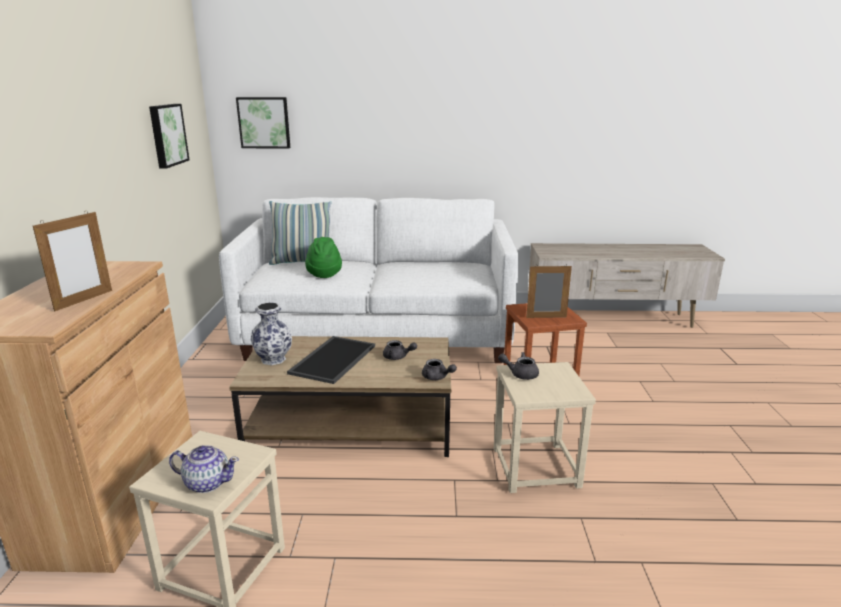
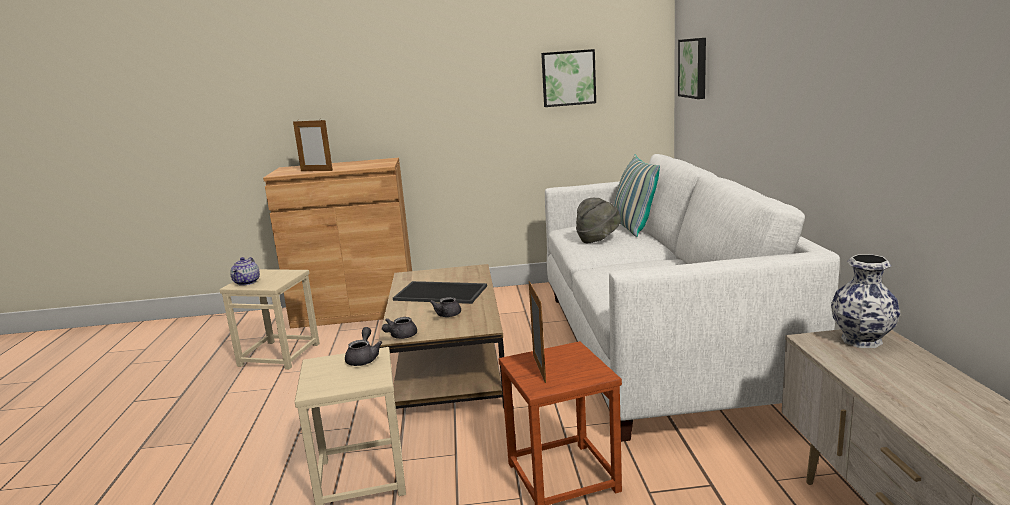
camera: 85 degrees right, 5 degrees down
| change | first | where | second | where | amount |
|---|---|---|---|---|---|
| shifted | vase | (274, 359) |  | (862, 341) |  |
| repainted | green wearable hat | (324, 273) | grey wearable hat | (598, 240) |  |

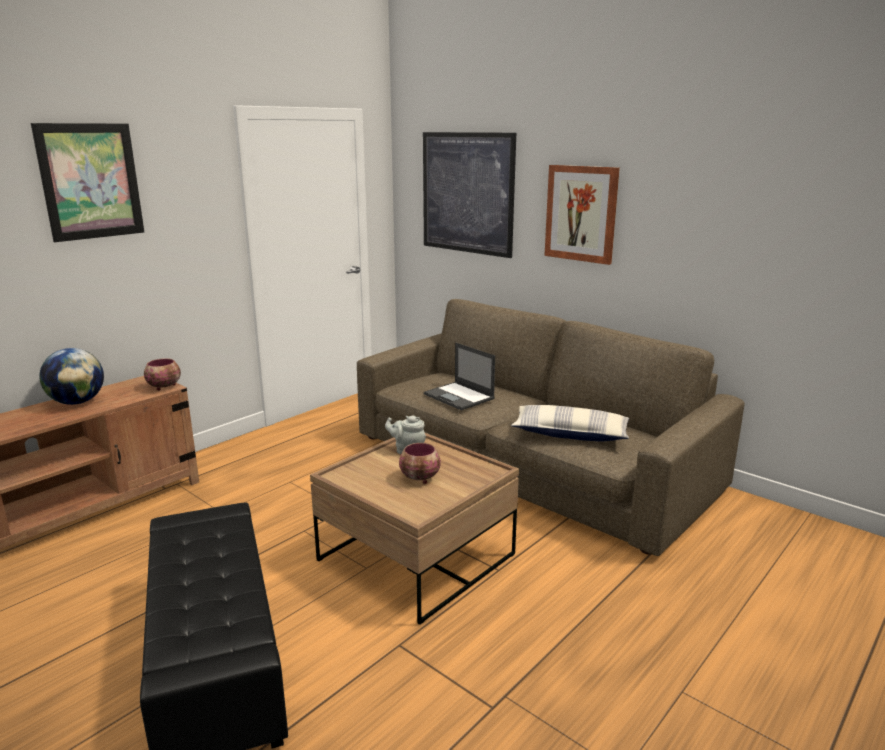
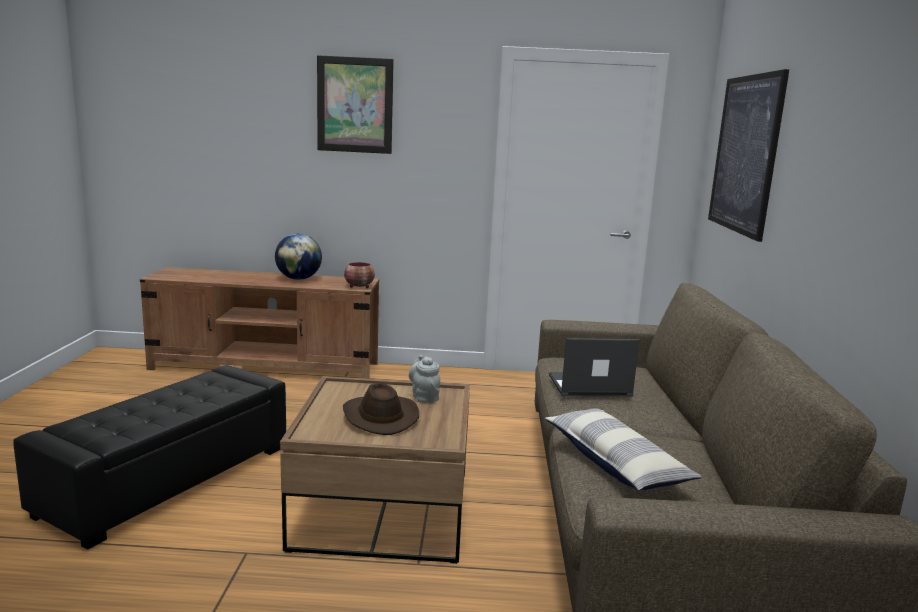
camera: 50 degrees right, 5 degrees down
| change | first | where | second | where | amount |
|---|---|---|---|---|---|
| gone | wall art | (581, 213) |  |  |  |
| swapped | bowl | (420, 478) | brownish wearable hat | (379, 417) |  |
| rotated | portable computer | (459, 396) |  | (588, 385) | 75 degrees clockwise |

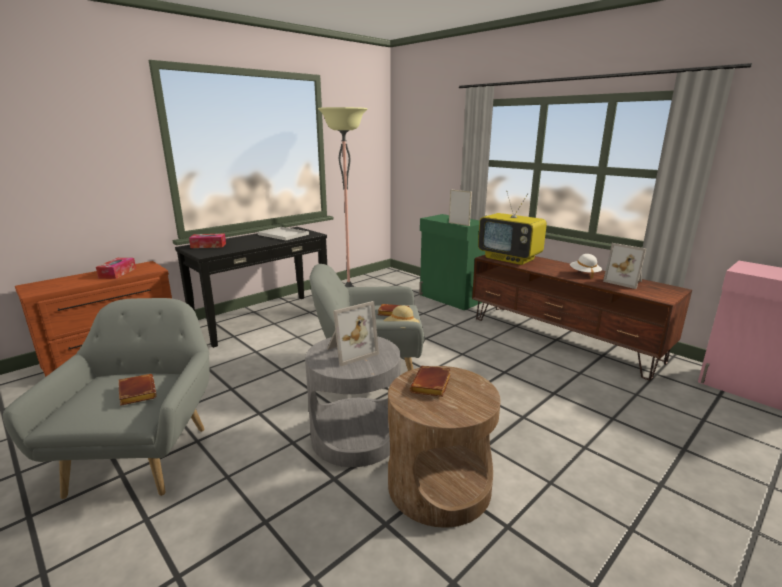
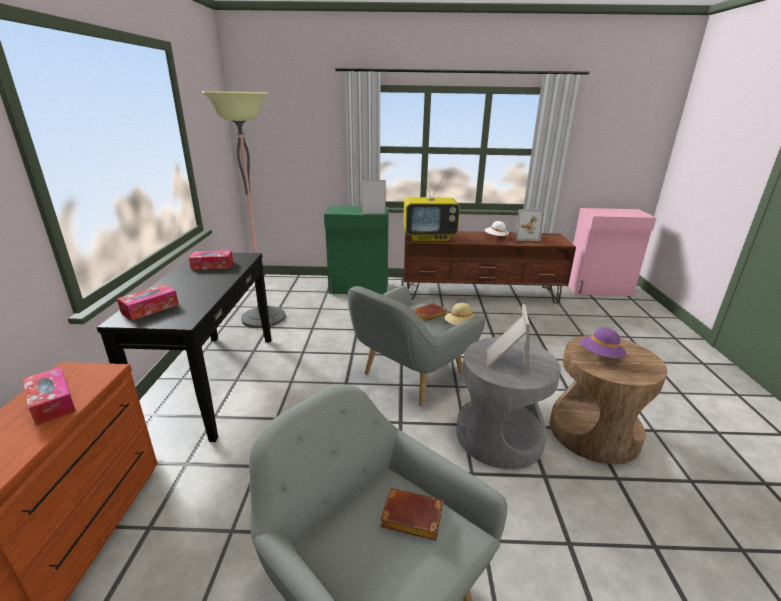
camera: 45 degrees left, 5 degrees up
| change | first | where | second | where | amount |
|---|---|---|---|---|---|
| swapped | white-coloured tray | (284, 234) | tissue box | (212, 265) |  |
| swapped | brownish volume | (432, 385) | purple-coloured wearable hat | (600, 356) |  |

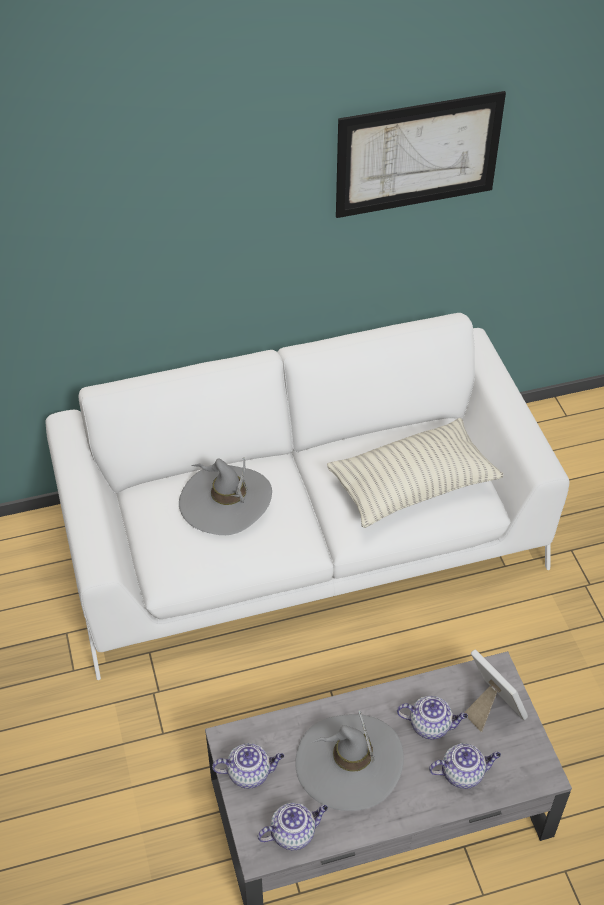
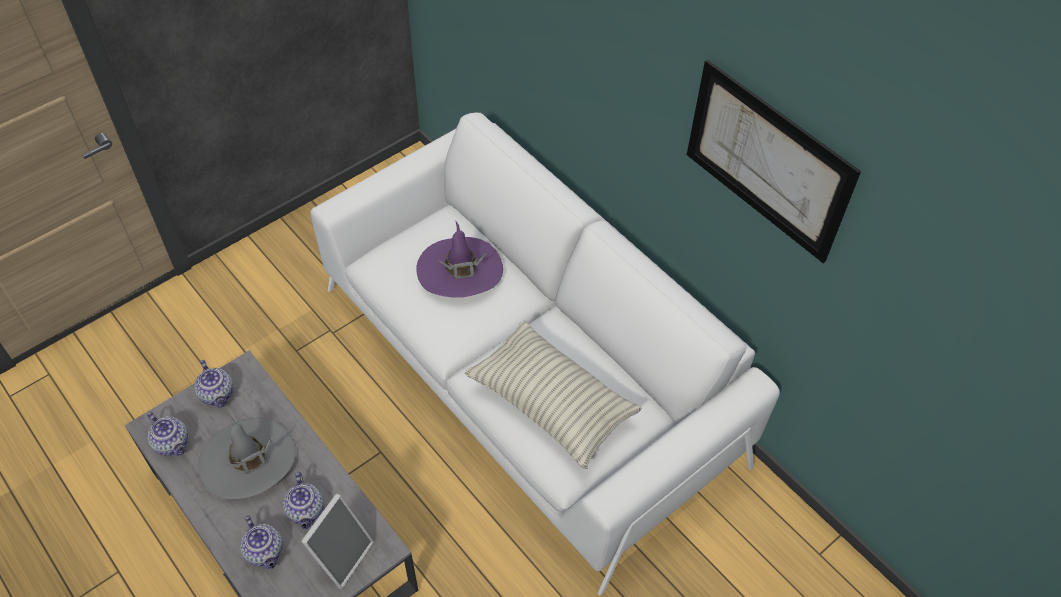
camera: 65 degrees right, 5 degrees up
| change | first | where | second | where | amount |
|---|---|---|---|---|---|
| repainted | grey wearable hat | (225, 501) | purple-coloured wearable hat | (460, 271) |  |

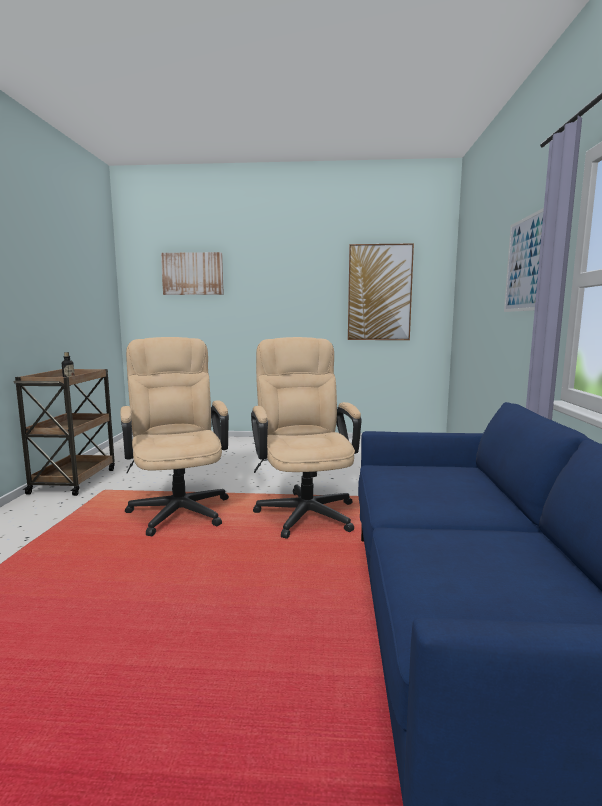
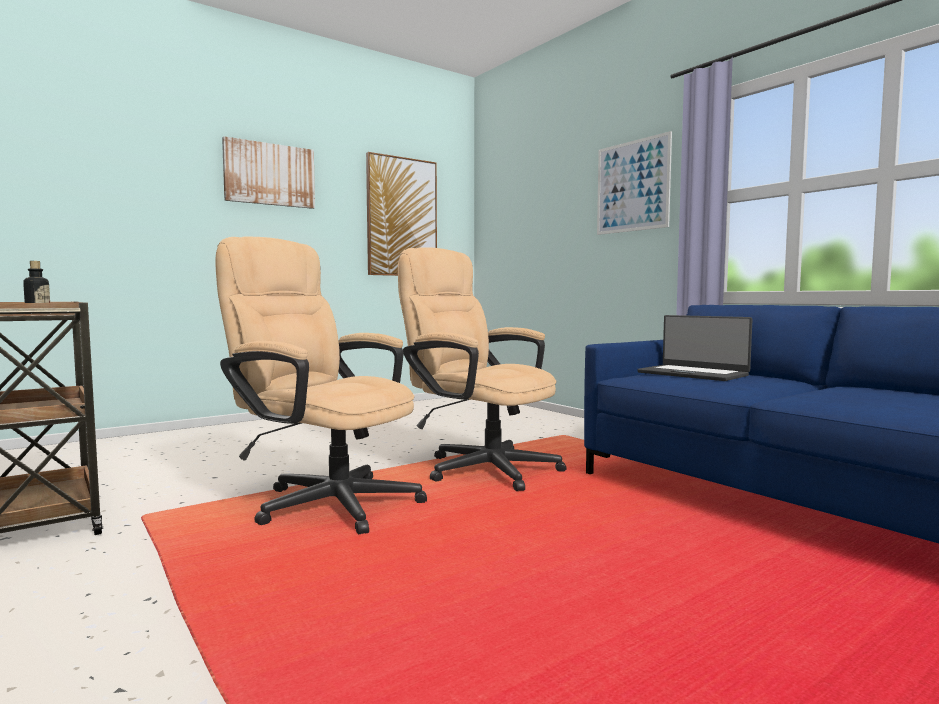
camera: 40 degrees left, 5 degrees down
| change | first | where | second | where | amount |
|---|---|---|---|---|---|
| new |  |  | portable computer | (693, 374) |  |
| shifted | wall art | (192, 274) |  | (269, 174) |  |

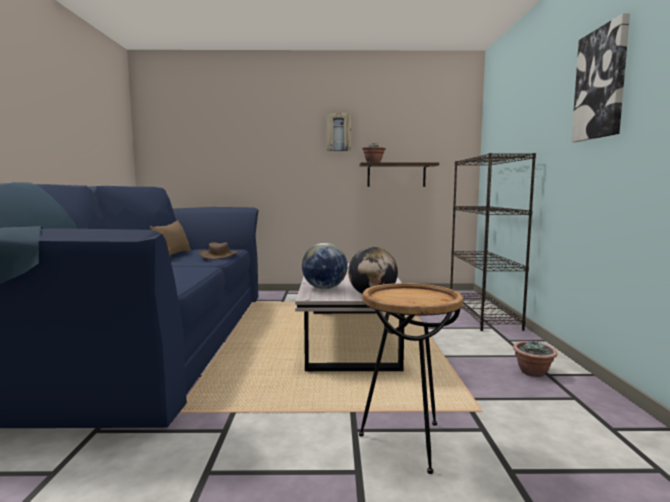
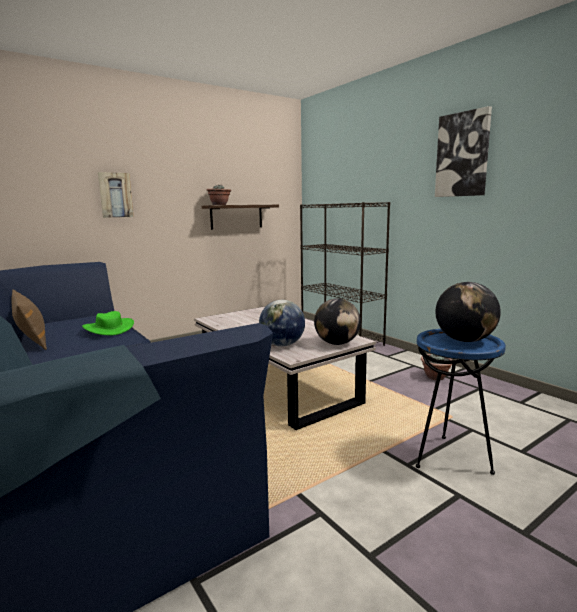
camera: 35 degrees left, 5 degrees up
| change | first | where | second | where | amount |
|---|---|---|---|---|---|
| new |  |  | desk globe | (464, 340) |  |
| shifted | wall art | (338, 132) |  | (115, 195) |  |
| repainted | brownish wearable hat | (219, 256) | green wearable hat | (109, 328) |  |
| repainted | brownish accent table | (408, 442) | blue accent table | (450, 458) |  |

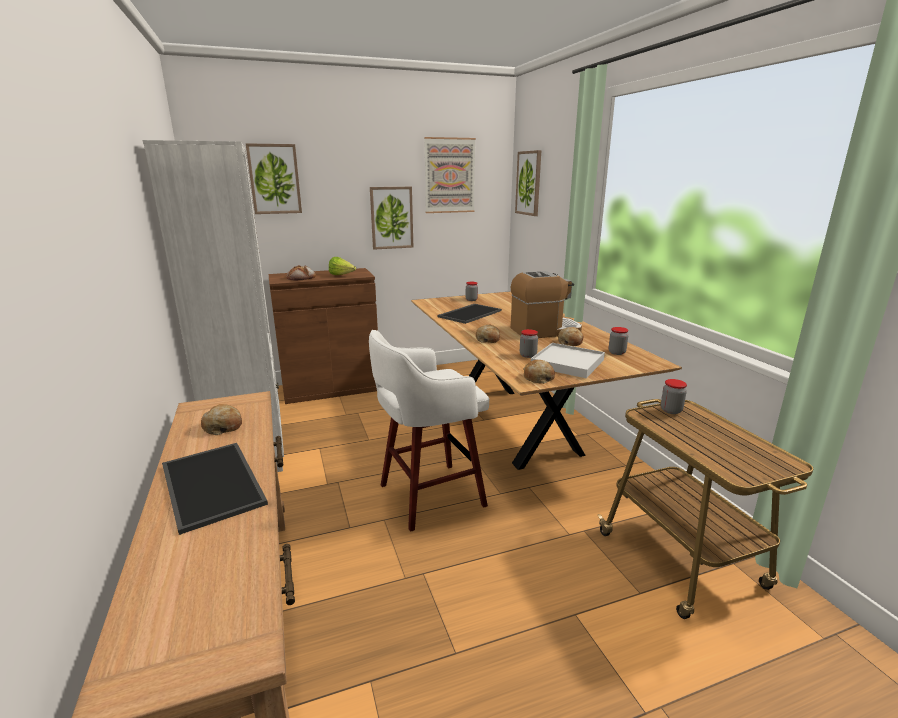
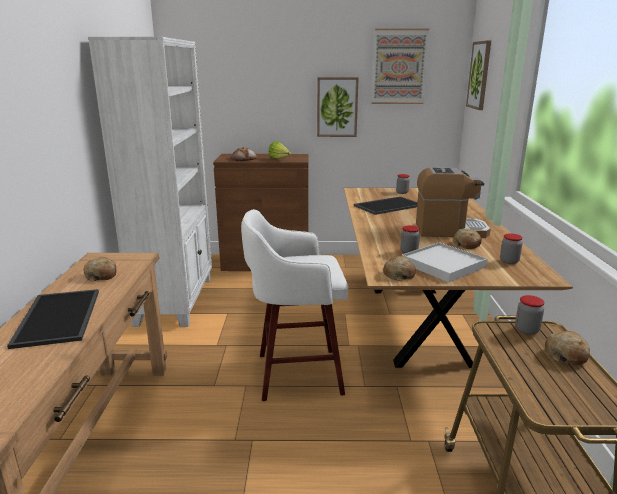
camera: 20 degrees right, 0 degrees up
| change | first | where | second | where | amount |
|---|---|---|---|---|---|
| gone | wall art | (274, 179) |  |  |  |
| shifted | baked bread | (488, 339) |  | (566, 354) |  |

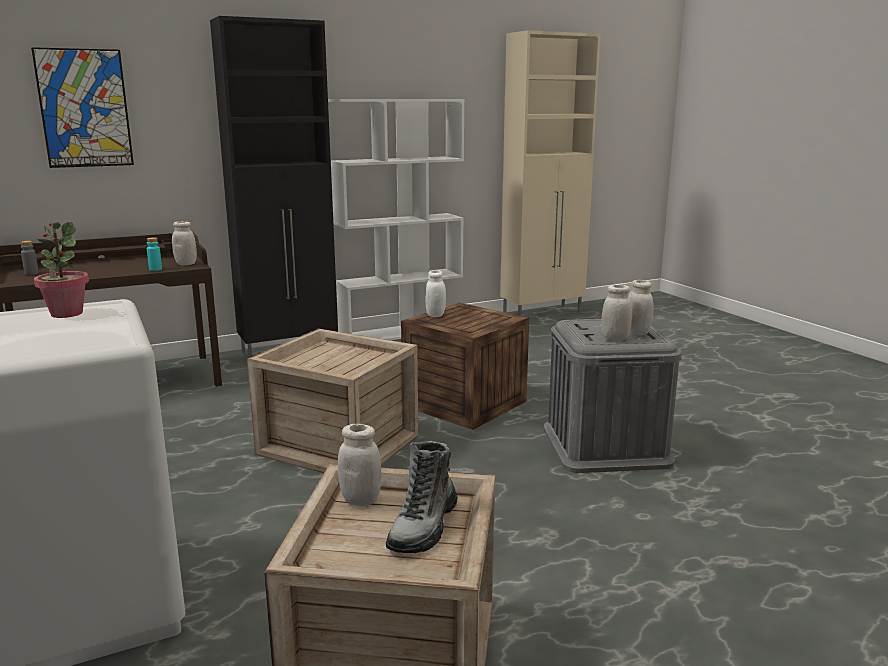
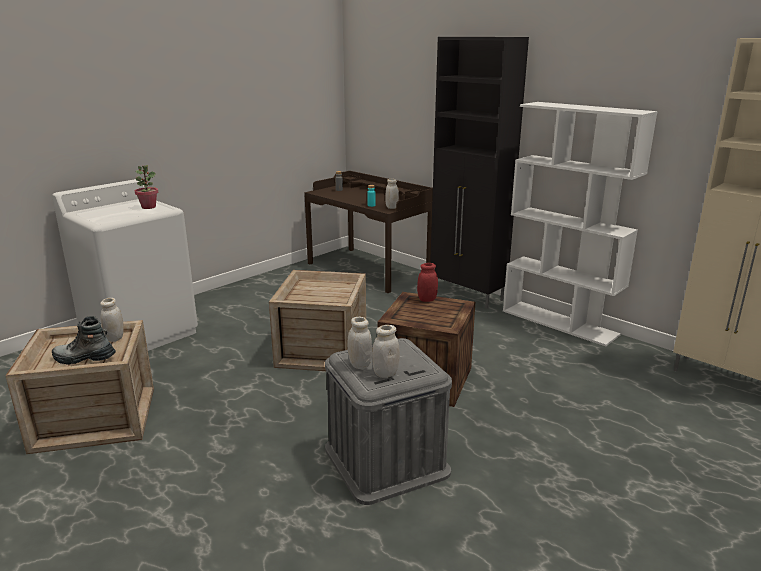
camera: 70 degrees right, 5 degrees up
| change | first | where | second | where | amount |
|---|---|---|---|---|---|
| gone | wall art | (84, 108) |  |  |  |
| repainted | white-coloured storage jar | (435, 315) | red-coloured storage jar | (427, 299) |  |

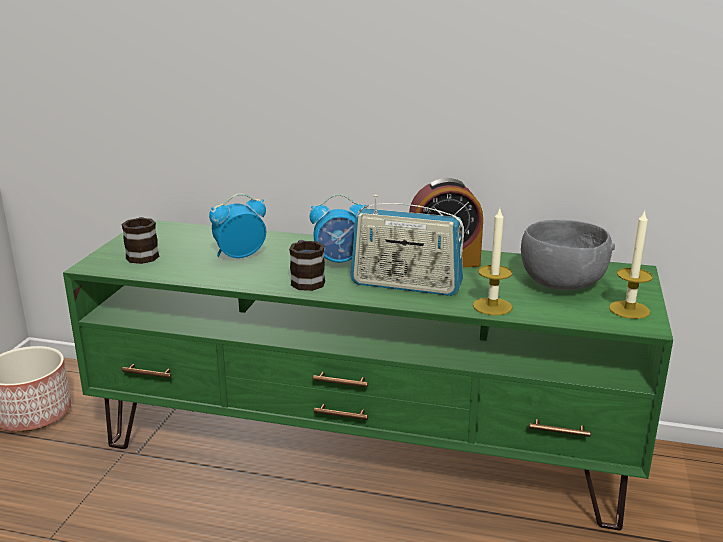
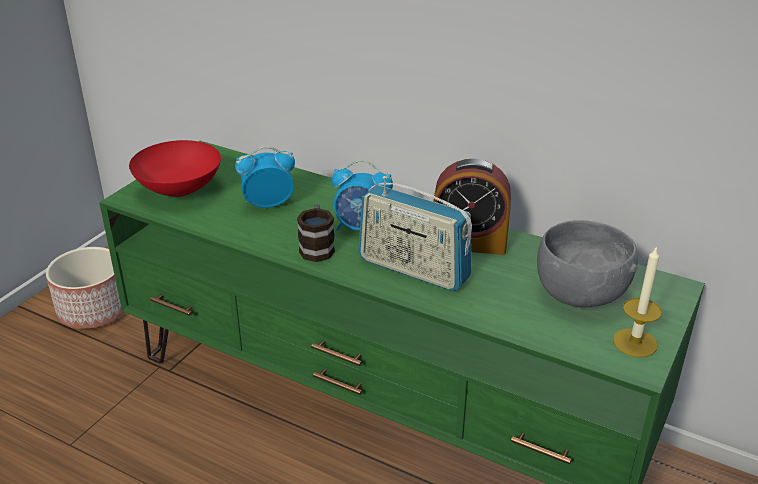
camera: 15 degrees right, 10 degrees up
| change | first | where | second | where | amount |
|---|---|---|---|---|---|
| gone | wax light | (492, 306) |  |  |  |
| swapped | coffee mug | (143, 254) | red-coloured bowl | (179, 189) |  |

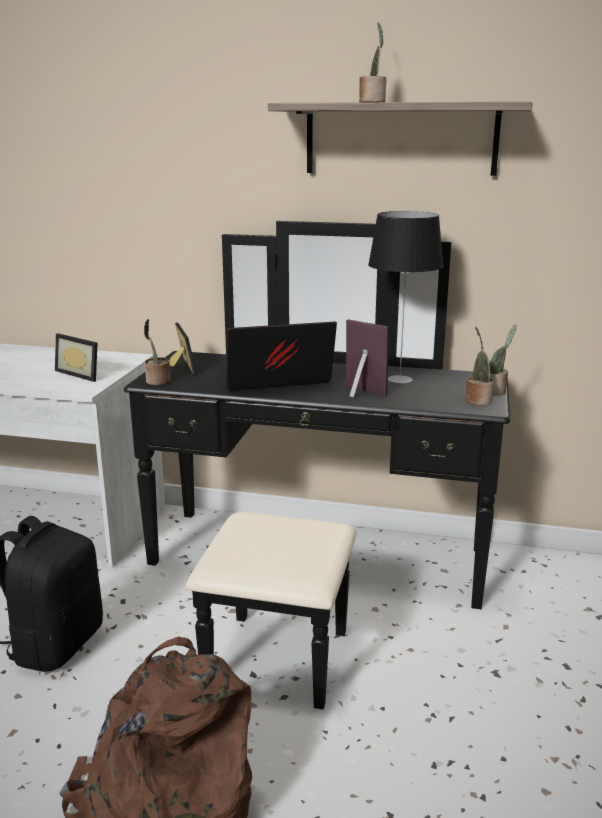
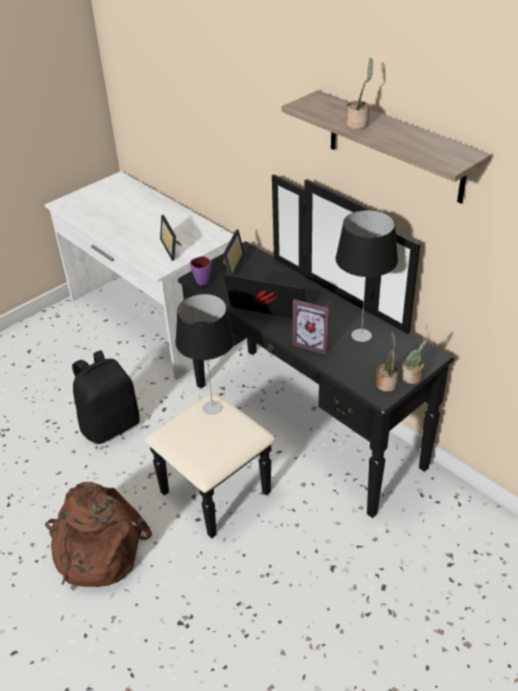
camera: 35 degrees right, 20 degrees up
| change | first | where | second | where | amount |
|---|---|---|---|---|---|
| new |  |  | tabletop lamp | (211, 407) |  |
| swapped | potted plant | (157, 382) | purple-coloured coffee mug | (200, 280) |  |
| rotated | standing frame | (359, 394) |  | (313, 343) | 135 degrees clockwise |

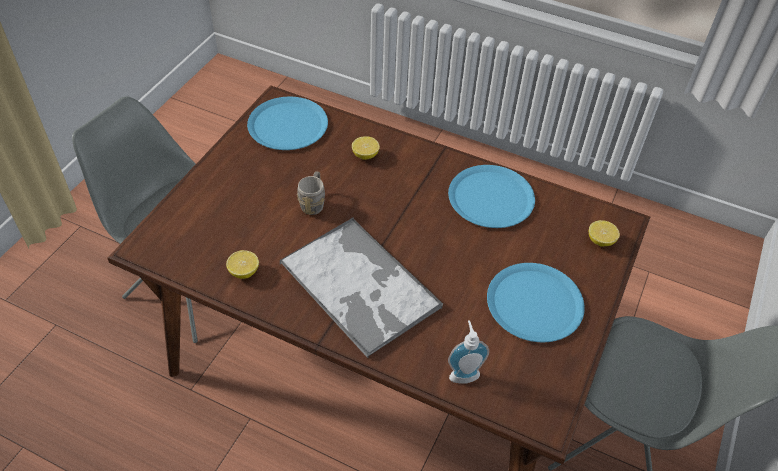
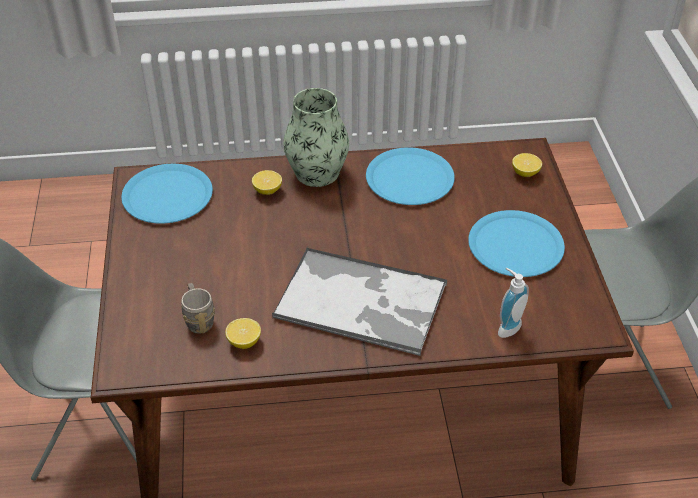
camera: 30 degrees left, 5 degrees down
| change | first | where | second | where | amount |
|---|---|---|---|---|---|
| new |  |  | vase | (317, 172) |  |
| shifted | grey coffee mug | (313, 203) |  | (198, 319) |  |

